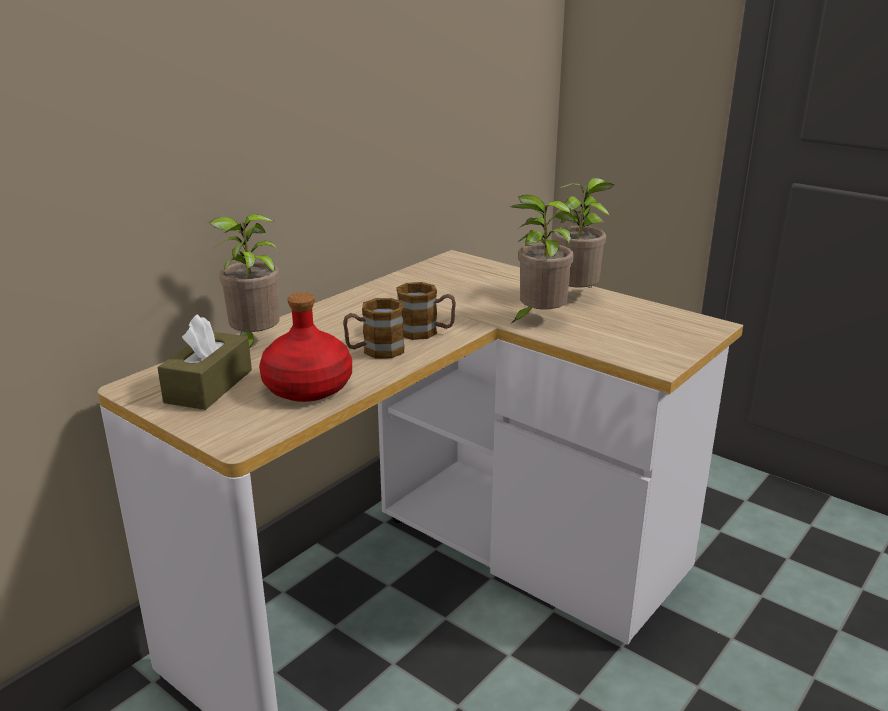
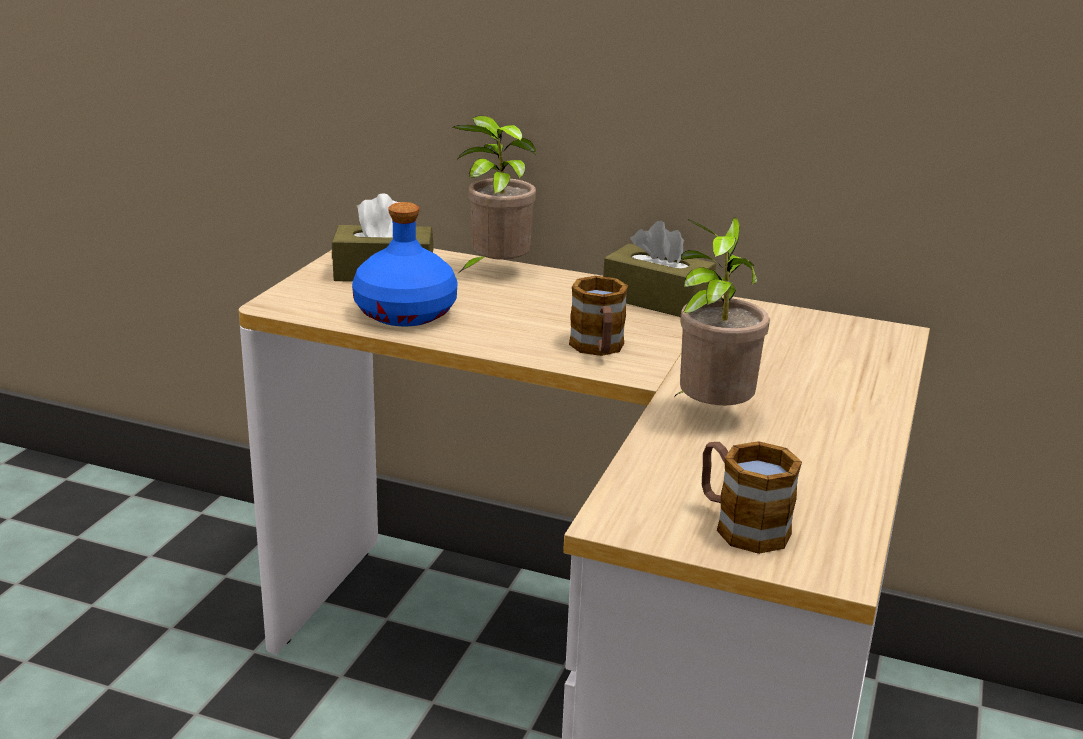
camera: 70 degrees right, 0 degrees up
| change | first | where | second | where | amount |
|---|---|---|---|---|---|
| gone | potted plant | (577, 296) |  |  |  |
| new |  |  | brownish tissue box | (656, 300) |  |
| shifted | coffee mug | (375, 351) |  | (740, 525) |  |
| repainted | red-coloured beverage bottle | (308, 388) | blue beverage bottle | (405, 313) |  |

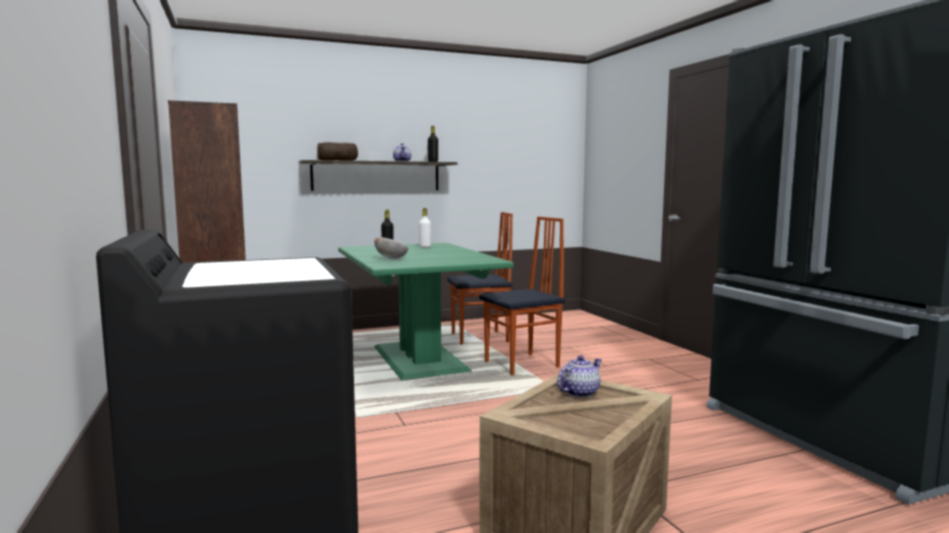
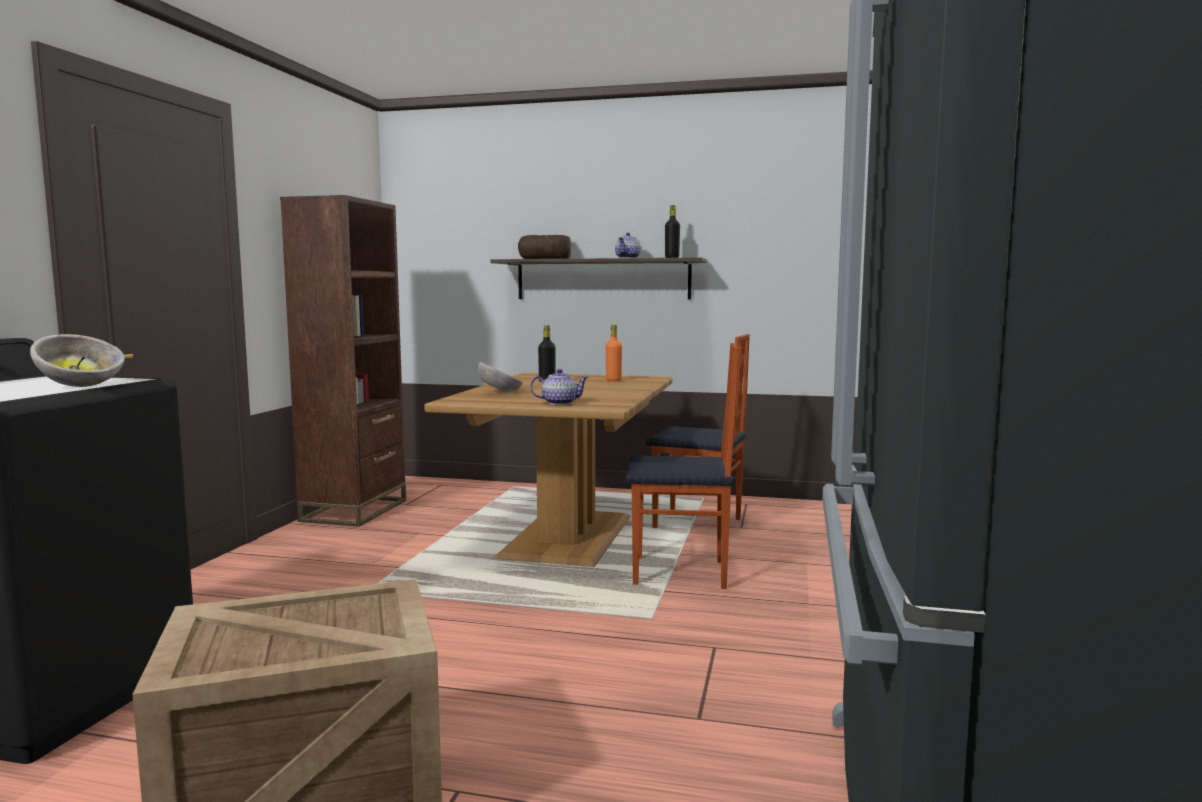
camera: 35 degrees right, 0 degrees up
| change | first | where | second | where | amount |
|---|---|---|---|---|---|
| new |  |  | bowl | (82, 385) |  |
| shifted | tea pot | (578, 392) |  | (559, 403) |  |
| repainted | green dinner table | (418, 359) | brownish dinner table | (565, 537) |  |
| repainted | white-coloured beverage bottle | (425, 247) | orange-coloured beverage bottle | (613, 380) |  |

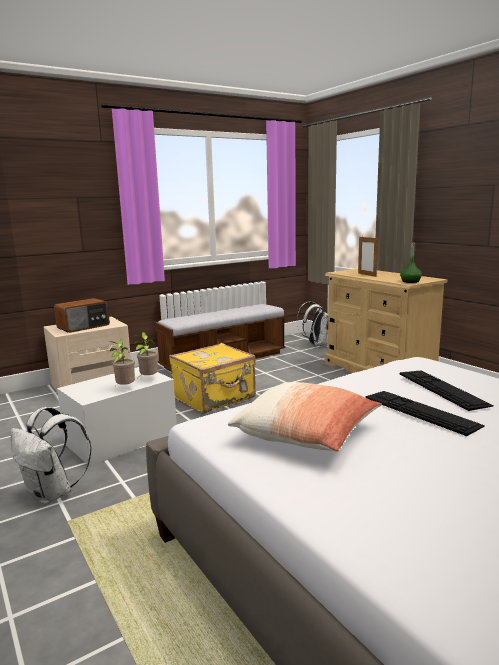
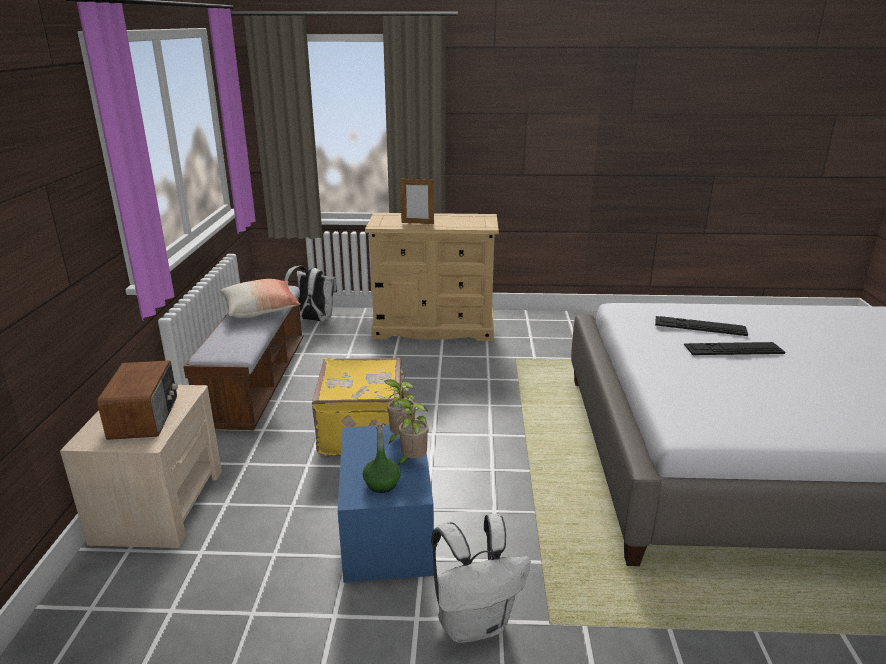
camera: 55 degrees left, 10 degrees up
| change | first | where | second | where | amount |
|---|---|---|---|---|---|
| shifted | throw pillow | (306, 434) |  | (261, 310) |  |
| shifted | green beverage bottle | (410, 281) |  | (382, 484) |  |
| repainted | white-coloured storage container | (121, 438) | blue storage container | (387, 530) |  |

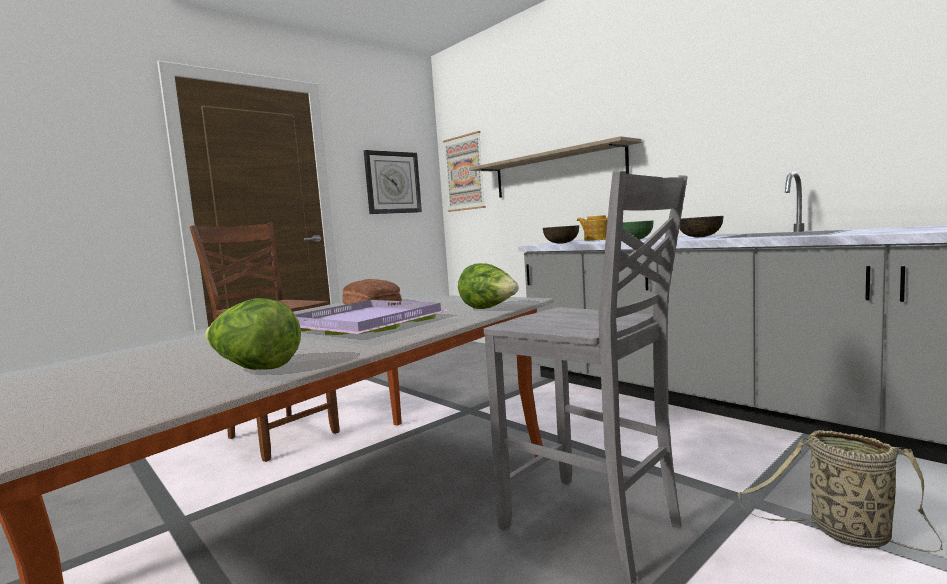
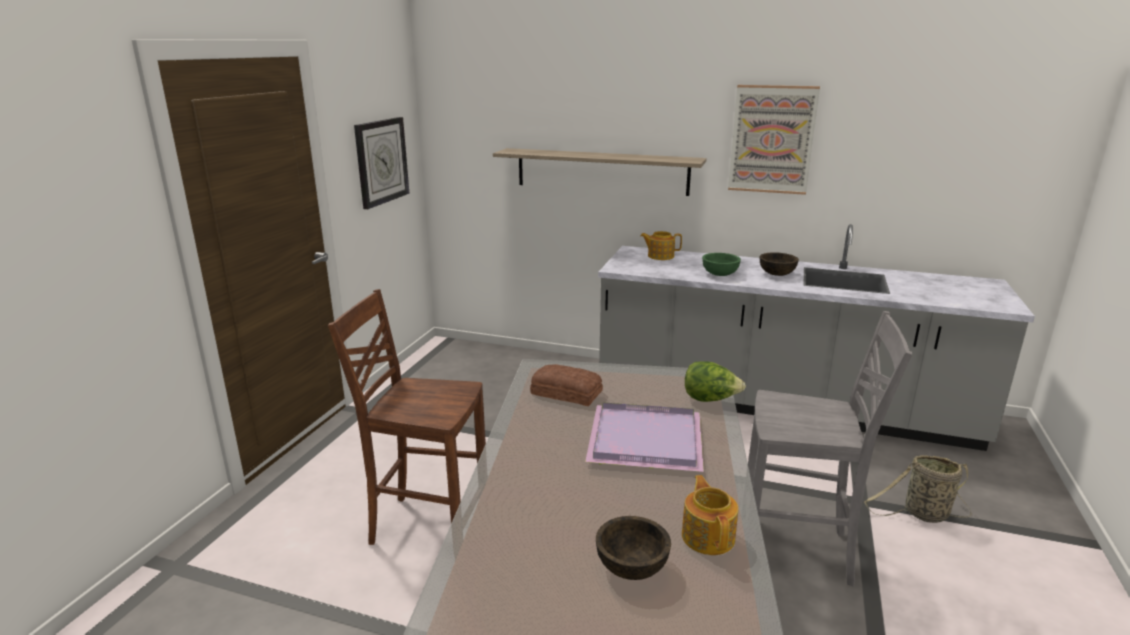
camera: 30 degrees left, 15 degrees up
| change | first | where | second | where | amount |
|---|---|---|---|---|---|
| shifted | wall art | (464, 173) |  | (772, 139) |  |
| shifted | brownish bowl | (561, 243) |  | (632, 567) |  |
| swapped | lettuce | (255, 369) | tea pot | (708, 536) |  |

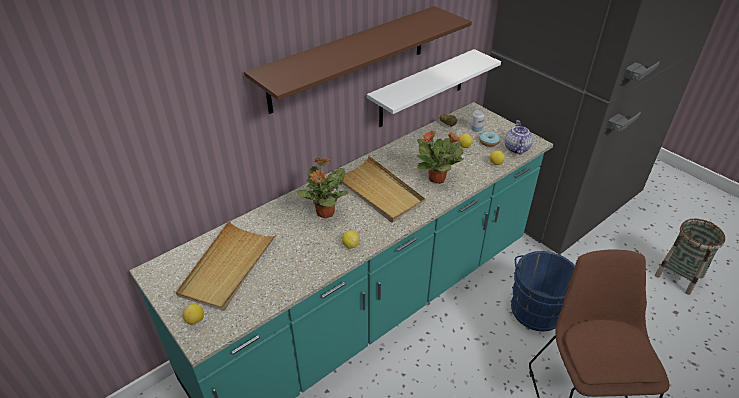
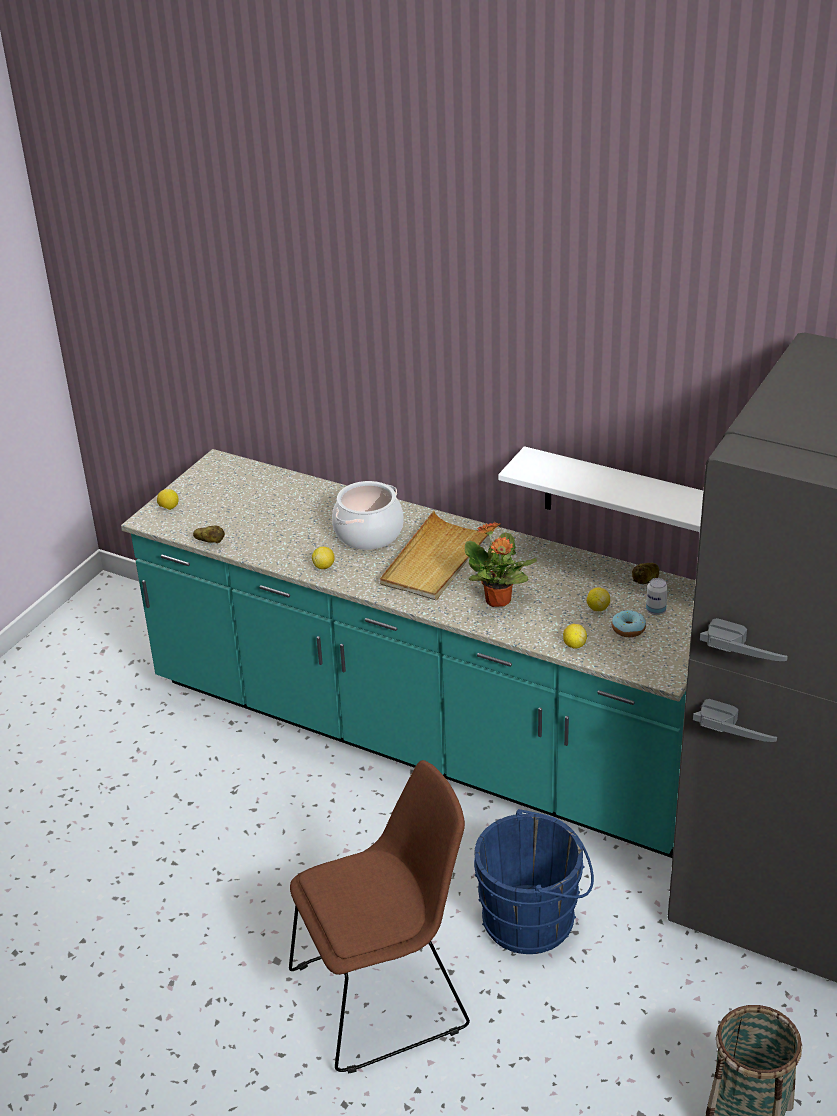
camera: 70 degrees right, 5 degrees down
| change | first | where | second | where | amount |
|---|---|---|---|---|---|
| gone | beige-coloured tray | (228, 267) |  |  |  |
| gone | brownish bracket shelf | (349, 58) |  |  |  |
| gone | tea pot | (516, 148) |  |  |  |
| new |  |  | spud | (210, 542) |  |
| swapped | potted plant | (325, 213) | stockpot | (368, 533) |  |

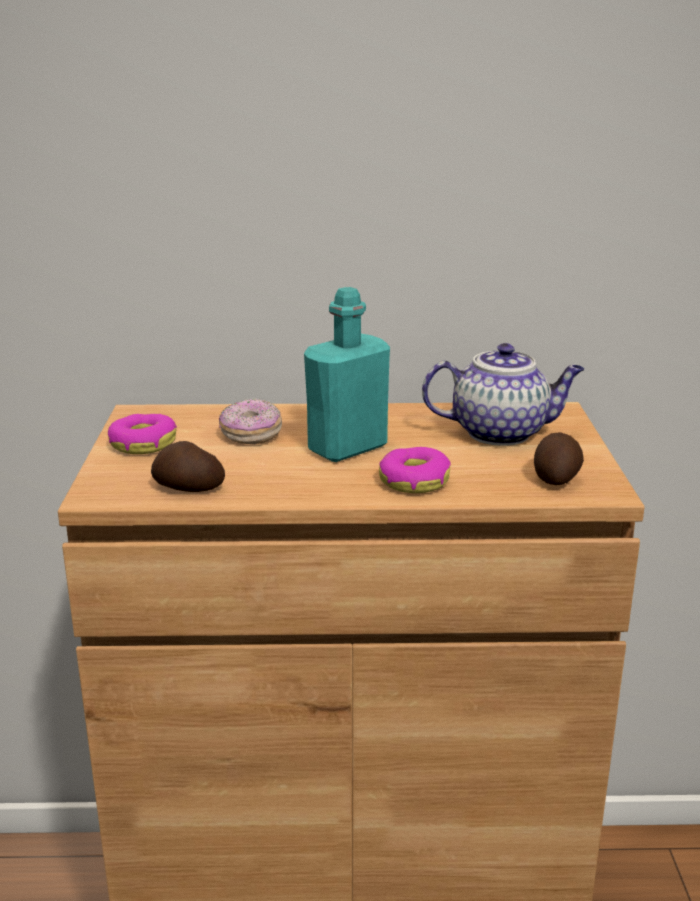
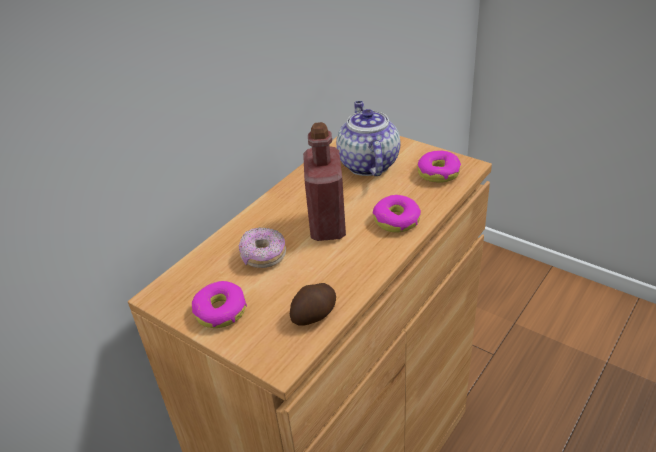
camera: 50 degrees left, 15 degrees up
| change | first | where | second | where | amount |
|---|---|---|---|---|---|
| swapped | spud | (556, 477) | doughnut | (438, 172) |  |
| repainted | blue-green beverage bottle | (347, 448) | red-coloured beverage bottle | (327, 225) |  |
| rotated | tea pot | (501, 433) |  | (367, 164) | 45 degrees counterclockwise |

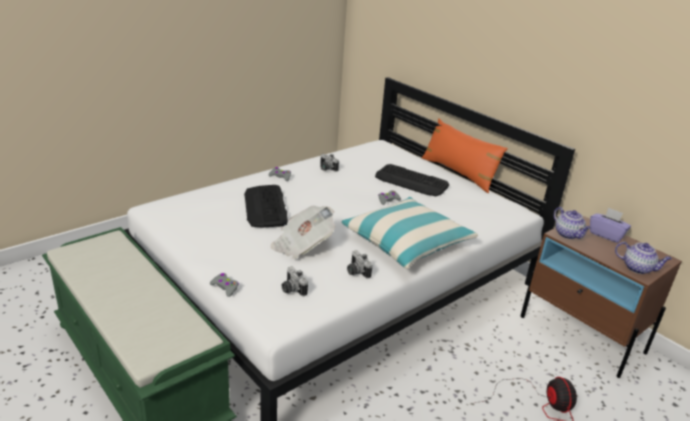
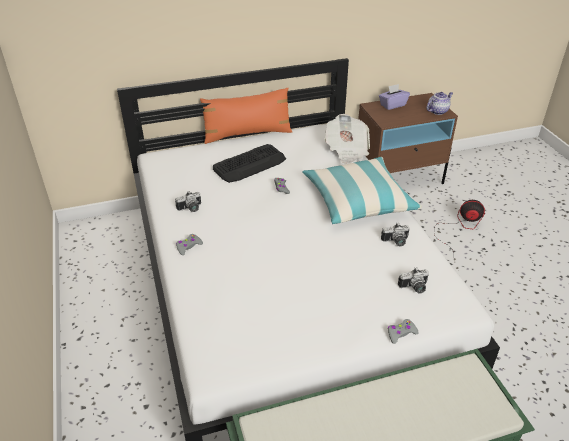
camera: 65 degrees left, 10 degrees up
| change | first | where | second | where | amount |
|---|---|---|---|---|---|
| gone | keyboard | (265, 207) |  |  |  |
| gone | tea pot | (568, 234) |  |  |  |
| shifted | printed paper | (302, 245) |  | (346, 150) |  |

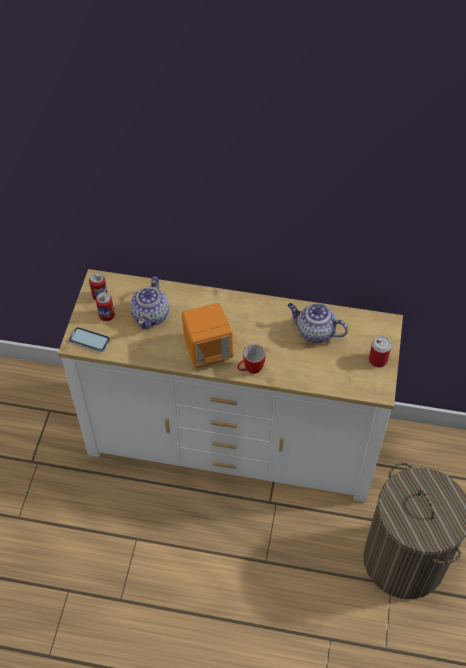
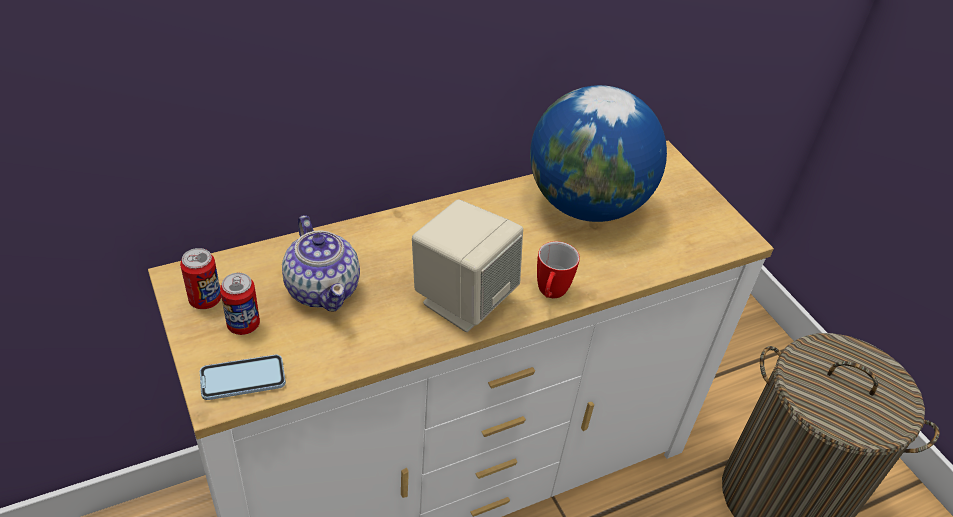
camera: 40 degrees left, 10 degrees down
| change | first | where | second | where | amount |
|---|---|---|---|---|---|
| gone | can | (378, 360) |  |  |  |
| swapped | tea pot | (314, 332) | desk globe | (586, 205) |  |
| repainted | orange-coloured loudspeaker | (208, 351) | beige-coloured loudspeaker | (463, 299) |  |

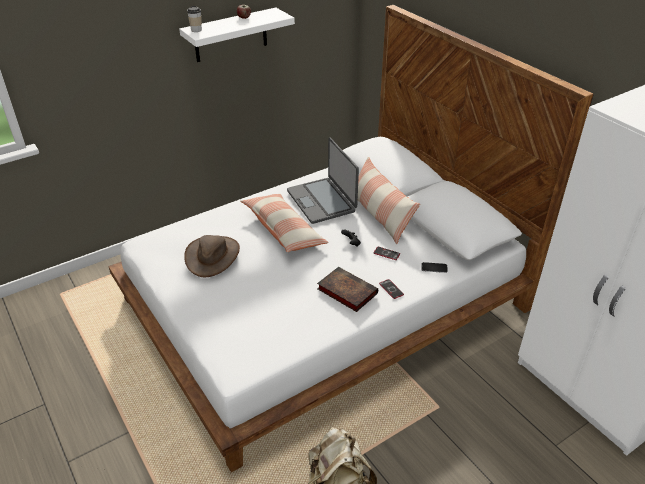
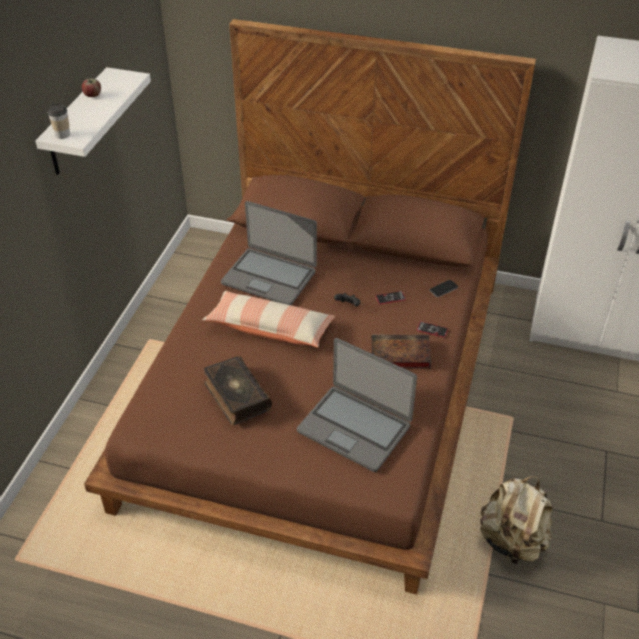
camera: 40 degrees left, 5 degrees up
| change | first | where | second | where | amount |
|---|---|---|---|---|---|
| gone | throw pillow | (379, 215) |  |  |  |
| new |  |  | portable computer | (355, 427) |  |
| swapped | brownish wearable hat | (212, 256) | volume | (236, 396) |  |
| repainted | white-coloured bedroom bed | (323, 304) | brownish bedroom bed | (321, 387) |  |

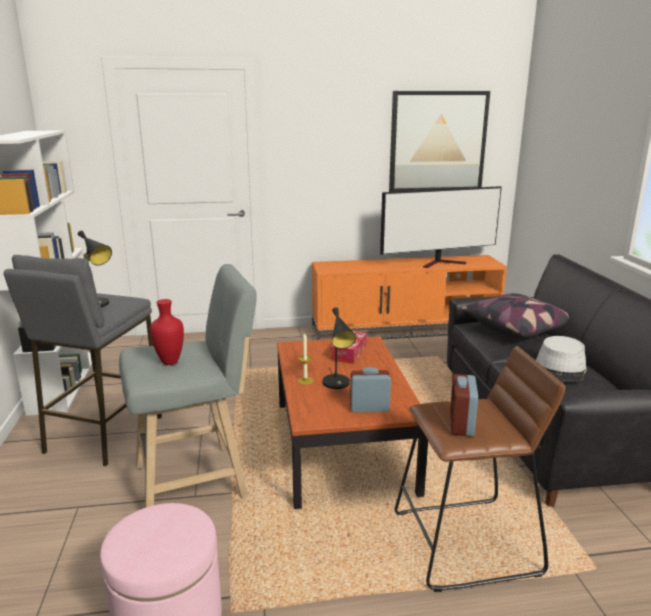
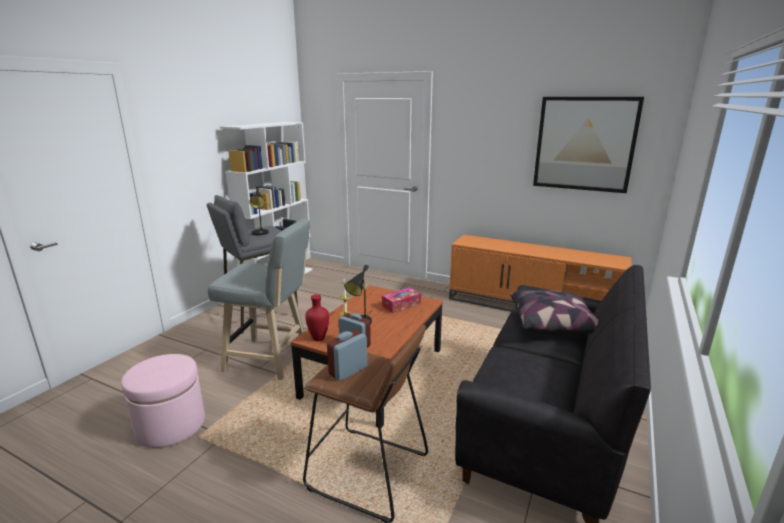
camera: 35 degrees right, 0 degrees up
| change | first | where | second | where | amount |
|---|---|---|---|---|---|
| gone | TV set | (442, 263) |  |  |  |
| gone | grey wearable hat | (560, 369) |  |  |  |
| shifted | red-coloured vase | (170, 362) |  | (318, 339) |  |

